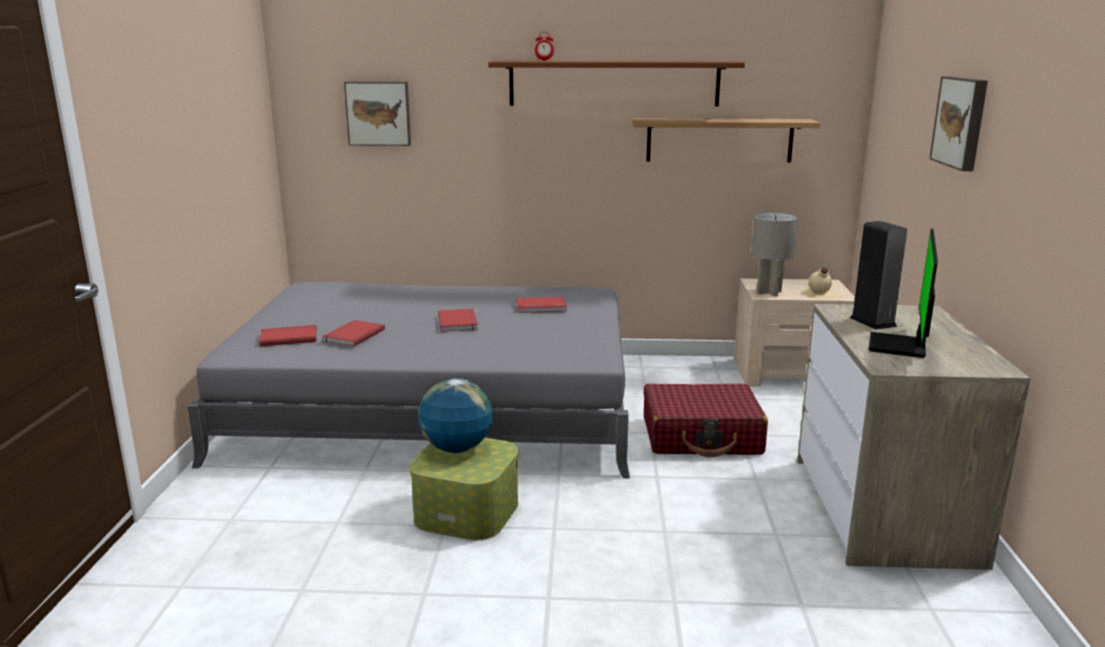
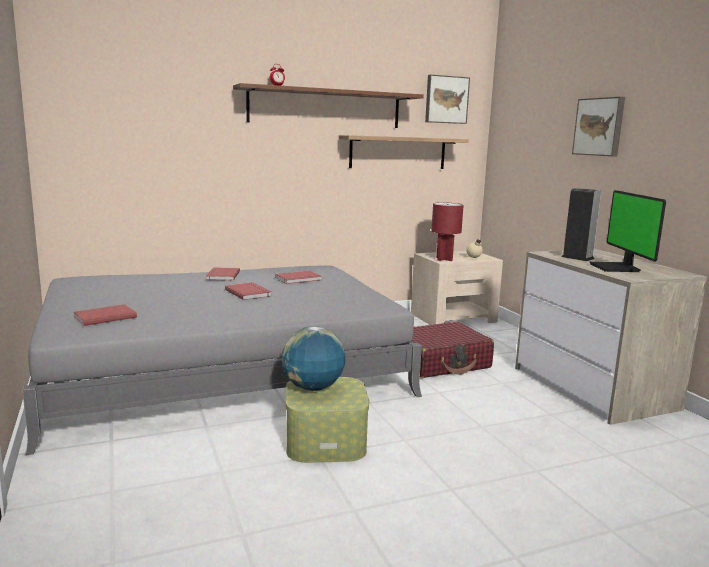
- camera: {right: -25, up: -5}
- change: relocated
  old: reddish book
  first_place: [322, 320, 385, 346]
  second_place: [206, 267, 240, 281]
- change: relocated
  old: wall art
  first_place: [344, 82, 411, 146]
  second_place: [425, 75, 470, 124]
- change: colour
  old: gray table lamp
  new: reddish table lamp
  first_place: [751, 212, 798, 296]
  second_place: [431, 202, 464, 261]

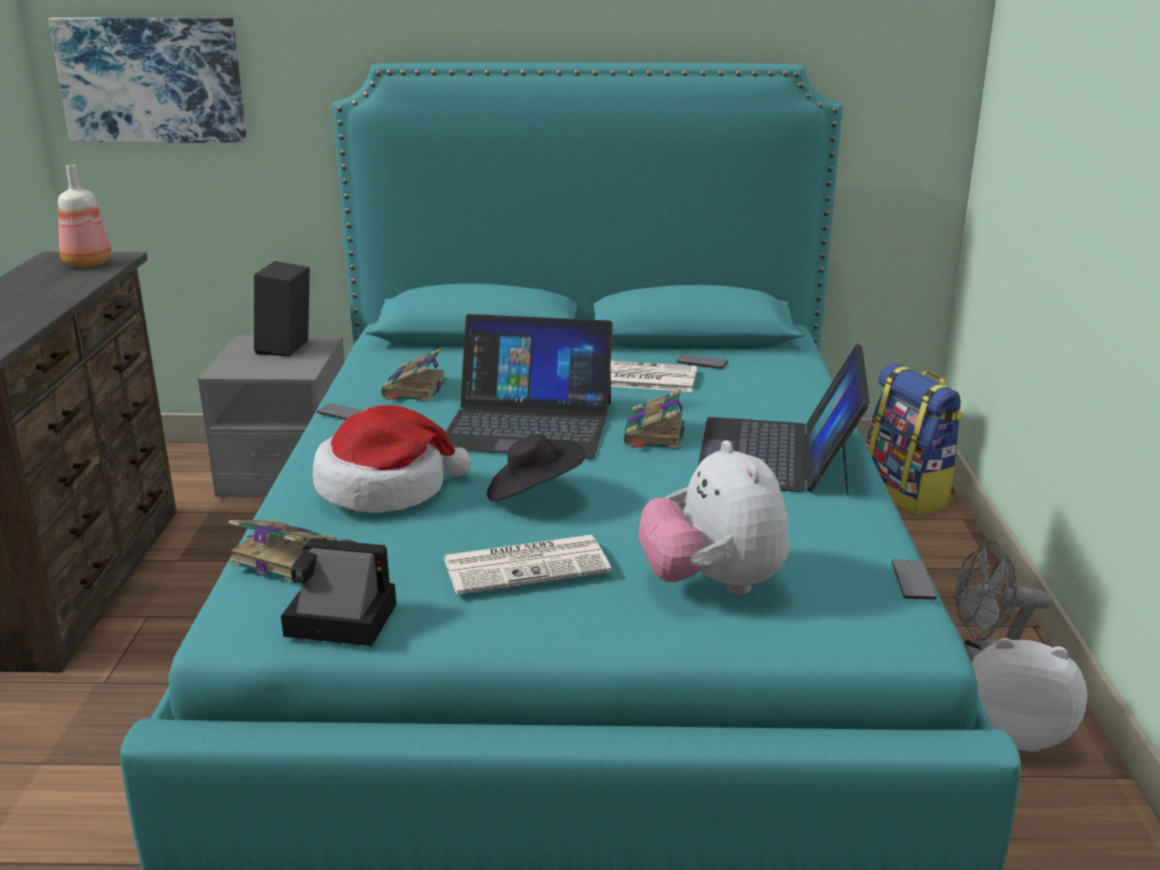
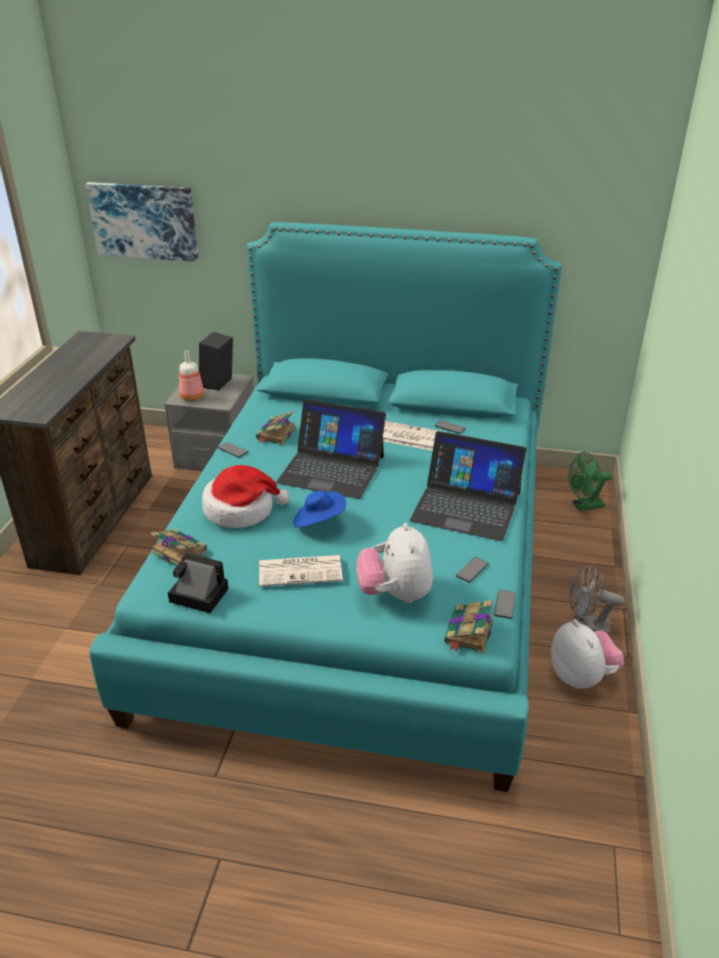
- camera: {right: 10, up: 10}
- change: relocated
  old: beverage bottle
  first_place: [58, 165, 112, 267]
  second_place: [179, 351, 204, 401]
- change: colour
  old: black-coloured wearable hat
  new: bluish wearable hat
  first_place: [487, 434, 585, 501]
  second_place: [293, 491, 346, 527]
- change: relocated
  old: book
  first_place: [624, 389, 685, 449]
  second_place: [444, 600, 494, 653]
- change: spun
  old: notebook computer
  first_place: [698, 344, 870, 495]
  second_place: [410, 431, 527, 541]
  degrees: -90
- change: exchanged
  old: rucksack
  new: green-coloured cooling fan
  first_place: [866, 363, 963, 515]
  second_place: [568, 452, 613, 512]
- change: spun
  old: soft toy
  first_place: [972, 638, 1087, 752]
  second_place: [551, 619, 624, 689]
  degrees: 45
- change: appeared
  new: phone
  second_place: [456, 557, 488, 583]

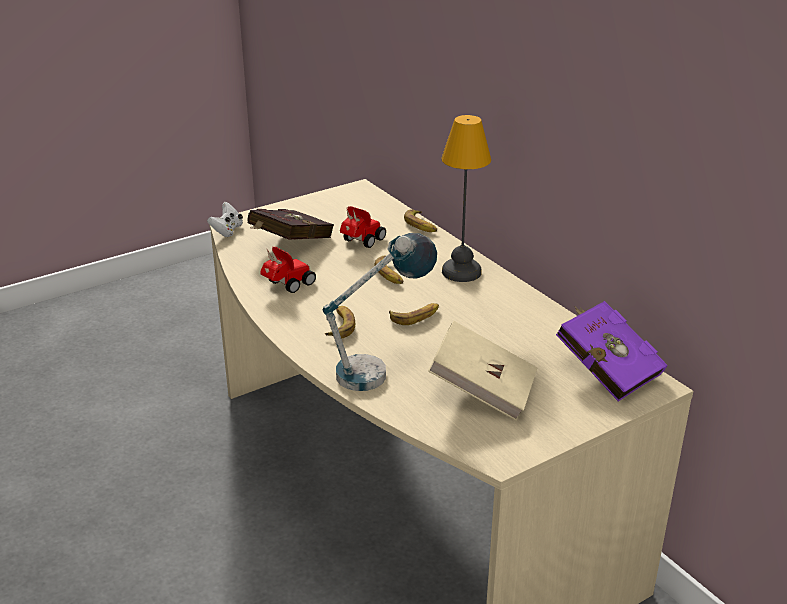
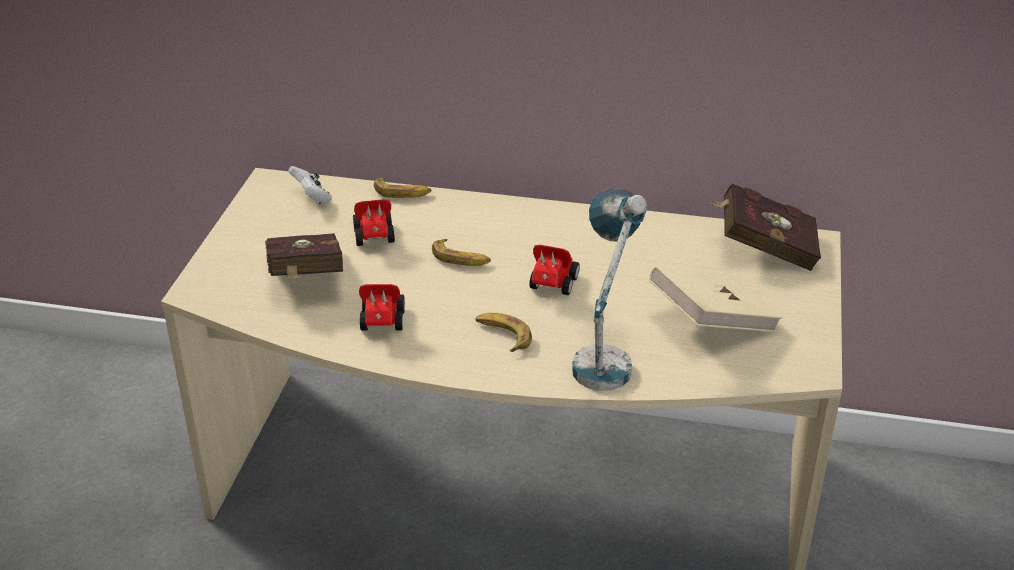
- camera: {right: -45, up: 5}
- change: relocated
  old: white-coloured joypad
  first_place: [207, 202, 243, 237]
  second_place: [288, 166, 332, 204]
- change: exchanged
  old: banana fruit
  new: miniature car
  first_place: [389, 303, 439, 325]
  second_place: [529, 245, 580, 295]
- change: missing
  old: table lamp
  first_place: [441, 115, 491, 282]
- change: colour
  old: purple book
  new: reddish book
  first_place: [556, 301, 667, 401]
  second_place: [708, 184, 821, 271]

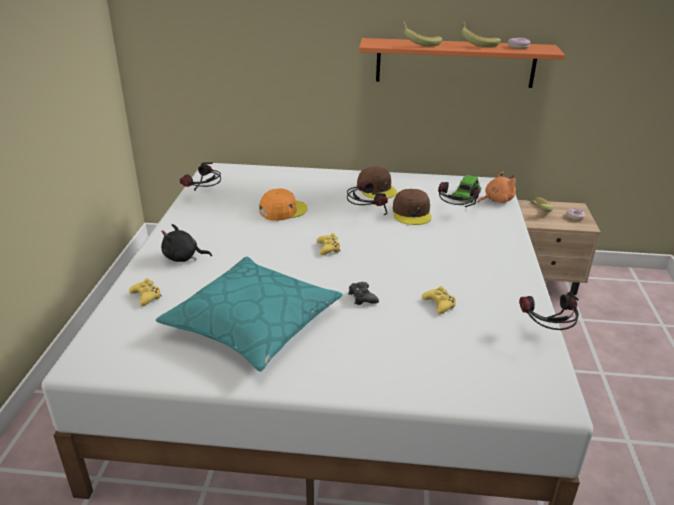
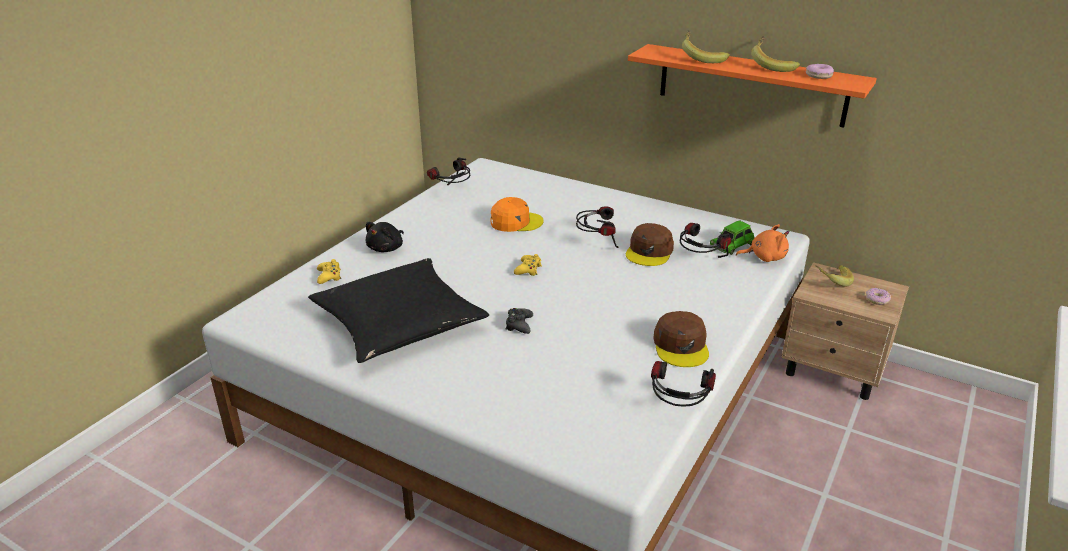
- camera: {right: 25, up: 0}
- change: colour
  old: turquoise-coloured throw pillow
  new: black-coloured throw pillow
  first_place: [156, 257, 343, 372]
  second_place: [308, 258, 489, 363]
- change: spun
  old: black-coloured soft toy
  first_place: [161, 224, 212, 262]
  second_place: [366, 222, 404, 252]
  degrees: -90
- change: relocated
  old: brown-coloured cap
  first_place: [357, 167, 397, 199]
  second_place: [653, 311, 709, 367]
- change: missing
  old: yellow-coloured joypad
  first_place: [422, 286, 456, 314]

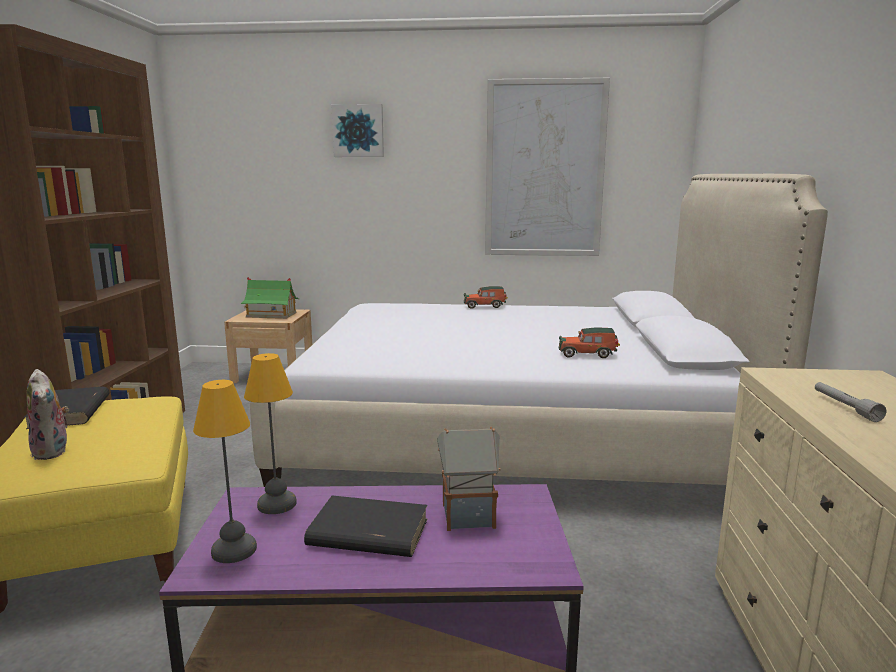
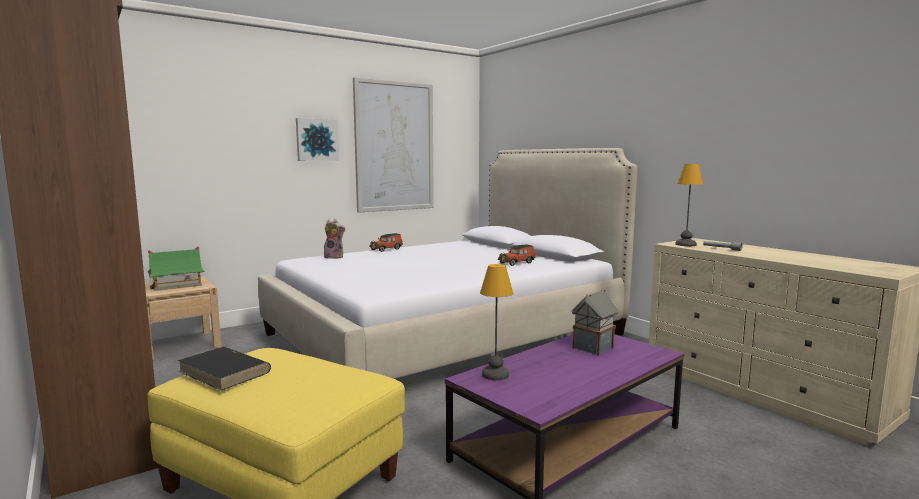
- camera: {right: -40, up: -5}
- change: relocated
  old: soft toy
  first_place: [26, 369, 69, 460]
  second_place: [324, 218, 345, 259]
- change: relocated
  old: table lamp
  first_place: [193, 380, 257, 563]
  second_place: [675, 164, 703, 246]
- change: missing
  old: black-coloured book
  first_place: [304, 495, 427, 557]
- change: relocated
  old: wall art
  first_place: [331, 104, 384, 157]
  second_place: [296, 118, 339, 161]

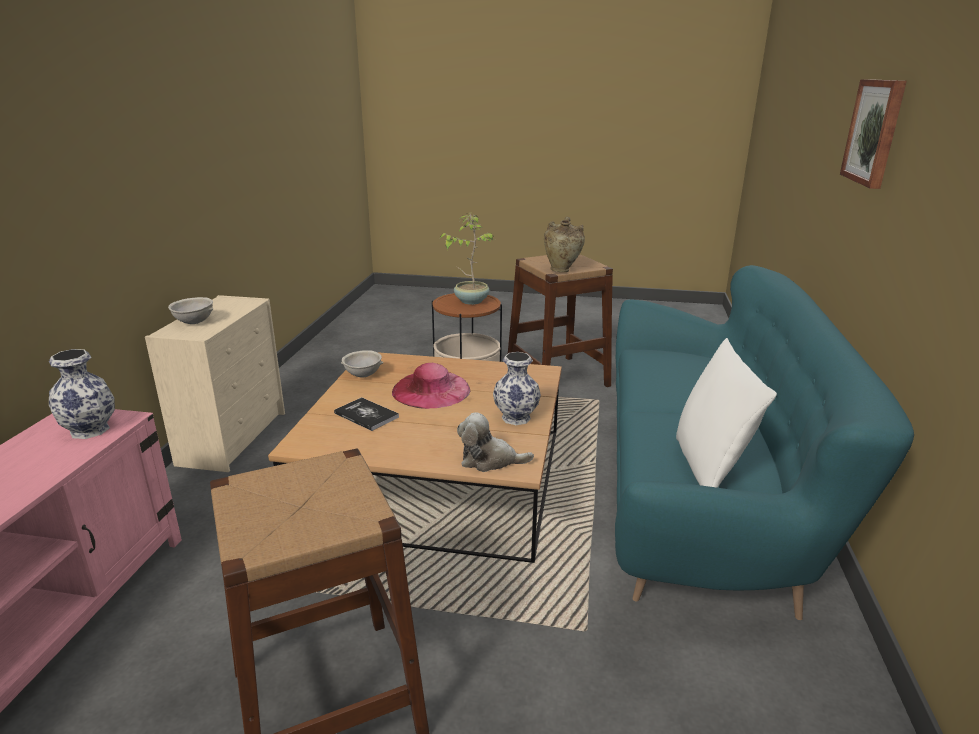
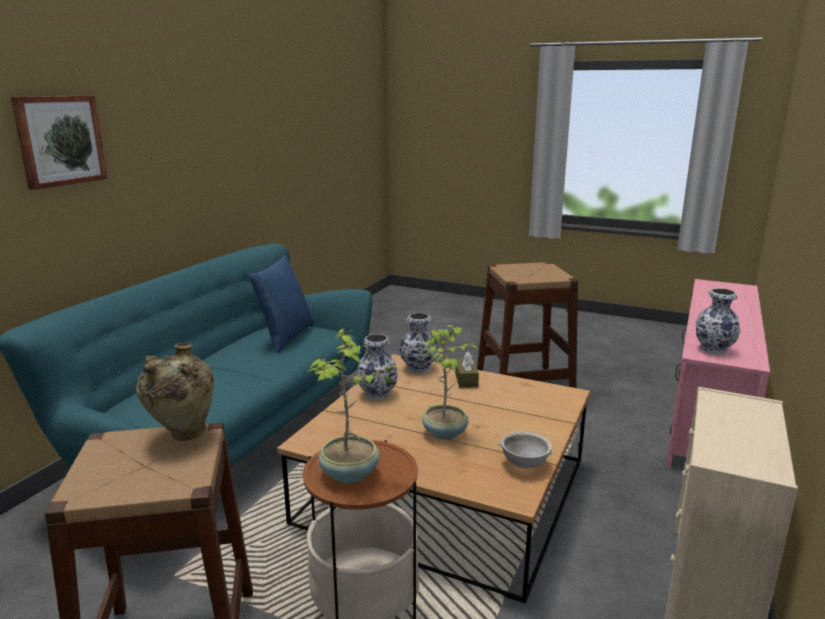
- camera: {right: -165, up: -5}
- change: missing
  old: gray deep dish
  first_place: [168, 297, 213, 324]
- change: missing
  old: book
  first_place: [334, 397, 399, 431]
- change: exchanged
  old: pink wearable hat
  new: plant in a pot
  first_place: [392, 363, 470, 409]
  second_place: [422, 325, 480, 440]
- change: exchanged
  old: soft toy
  new: flower vase
  first_place: [457, 412, 534, 472]
  second_place: [399, 313, 439, 374]
- change: colour
  old: white-coloured throw pillow
  new: bluish throw pillow
  first_place: [676, 338, 777, 488]
  second_place: [248, 255, 314, 353]
- change: appeared
  new: brown-coloured box of tissues
  second_place: [455, 352, 479, 388]

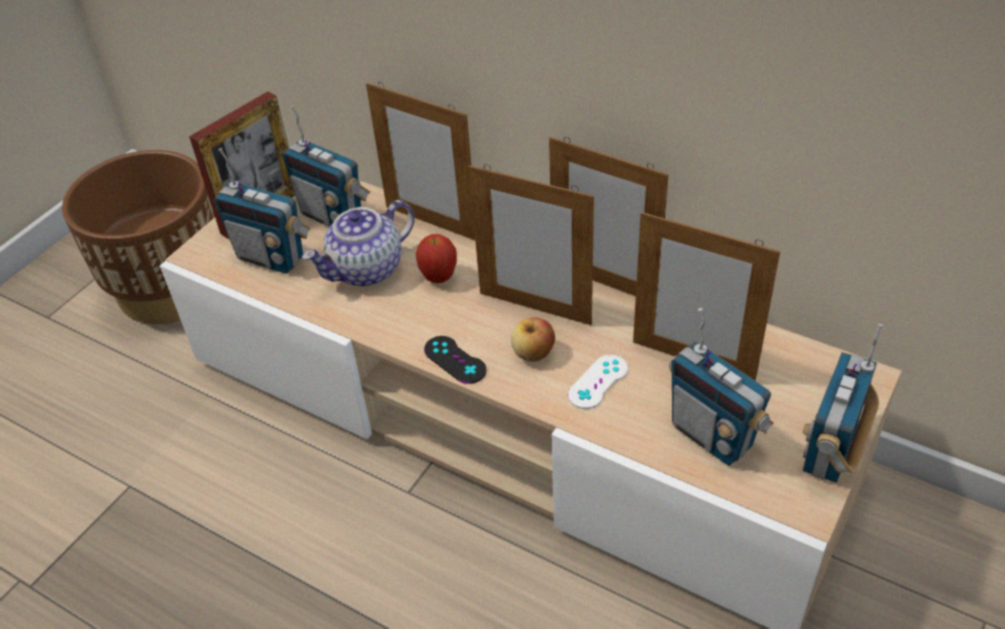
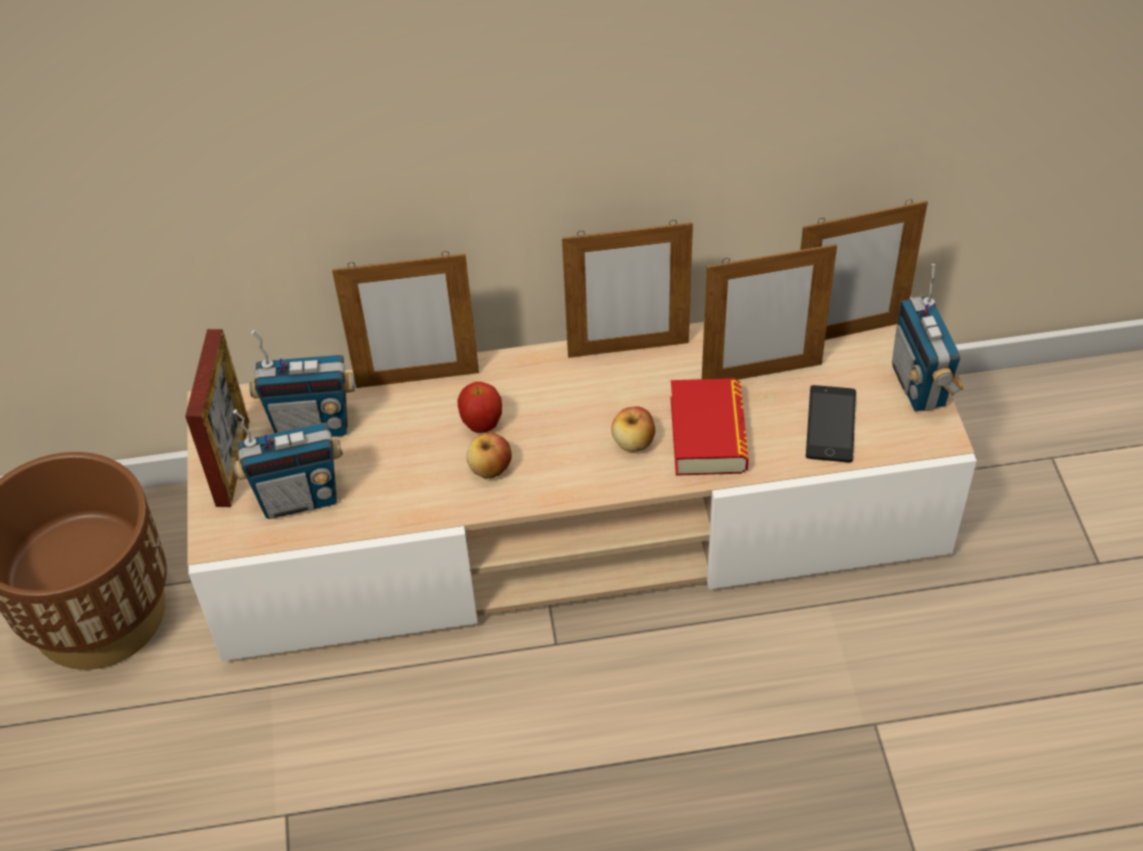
- camera: {right: -40, up: 5}
- change: missing
  old: tea pot
  first_place: [302, 200, 415, 287]
- change: missing
  old: black-coloured joypad
  first_place: [424, 336, 486, 384]
- change: relocated
  old: picture frame
  first_place: [469, 164, 594, 325]
  second_place: [800, 199, 928, 340]
- change: exchanged
  old: white-coloured joypad
  new: book
  first_place: [568, 355, 628, 409]
  second_place: [670, 378, 749, 476]
- change: exchanged
  old: radio
  new: phone
  first_place: [669, 308, 774, 466]
  second_place: [806, 385, 856, 462]
- change: appeared
  new: apple fruit
  second_place: [466, 433, 512, 478]

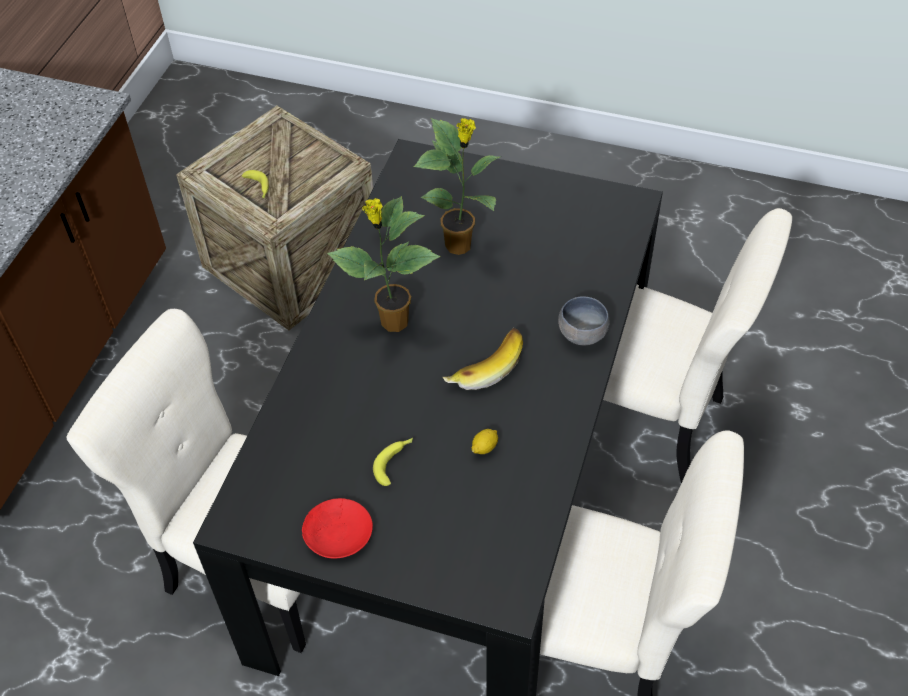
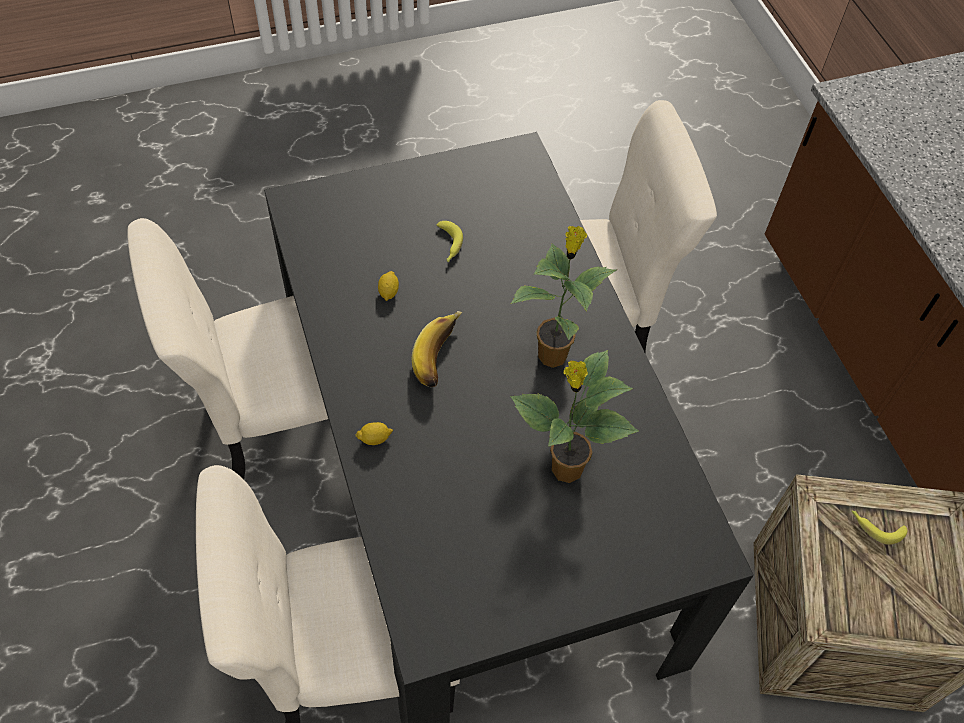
- camera: {right: 140, up: 5}
- change: missing
  old: reddish plate
  first_place: [302, 498, 373, 559]
- change: exchanged
  old: gray deep dish
  new: citrus fruit
  first_place: [558, 296, 610, 345]
  second_place: [355, 422, 393, 445]

